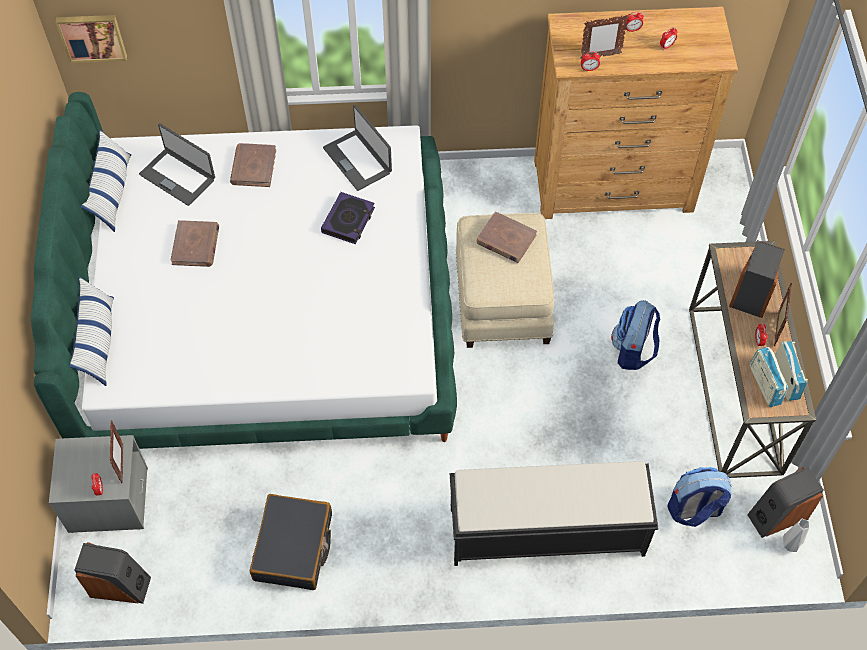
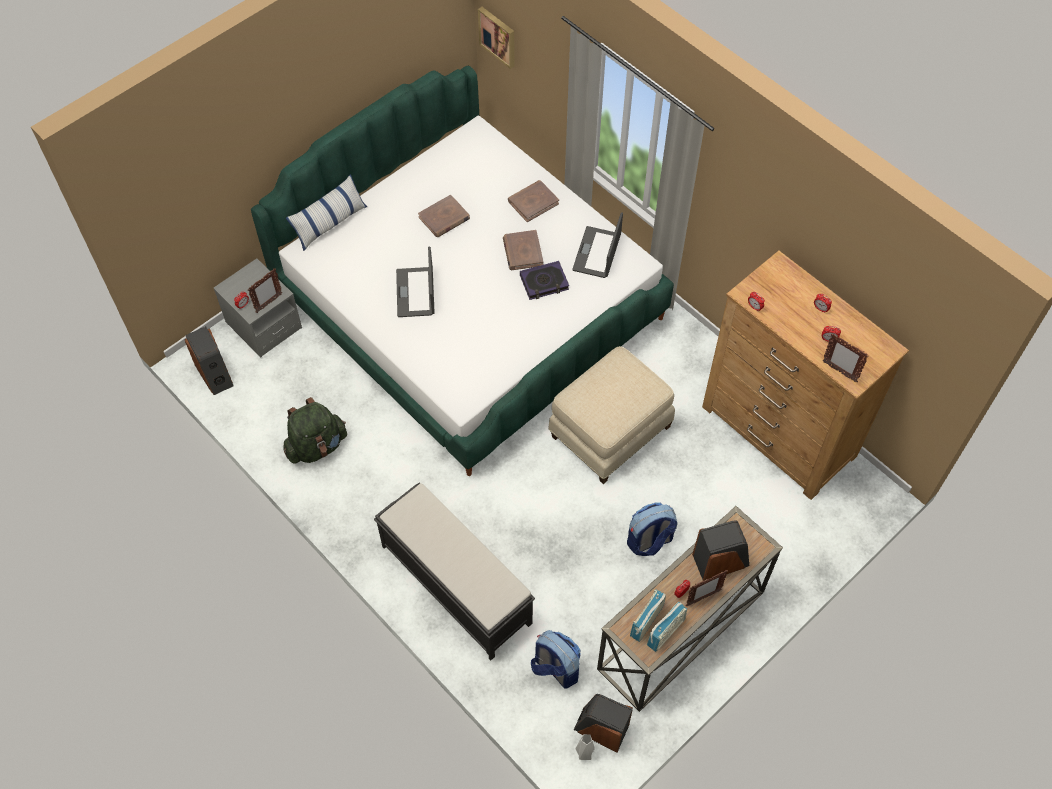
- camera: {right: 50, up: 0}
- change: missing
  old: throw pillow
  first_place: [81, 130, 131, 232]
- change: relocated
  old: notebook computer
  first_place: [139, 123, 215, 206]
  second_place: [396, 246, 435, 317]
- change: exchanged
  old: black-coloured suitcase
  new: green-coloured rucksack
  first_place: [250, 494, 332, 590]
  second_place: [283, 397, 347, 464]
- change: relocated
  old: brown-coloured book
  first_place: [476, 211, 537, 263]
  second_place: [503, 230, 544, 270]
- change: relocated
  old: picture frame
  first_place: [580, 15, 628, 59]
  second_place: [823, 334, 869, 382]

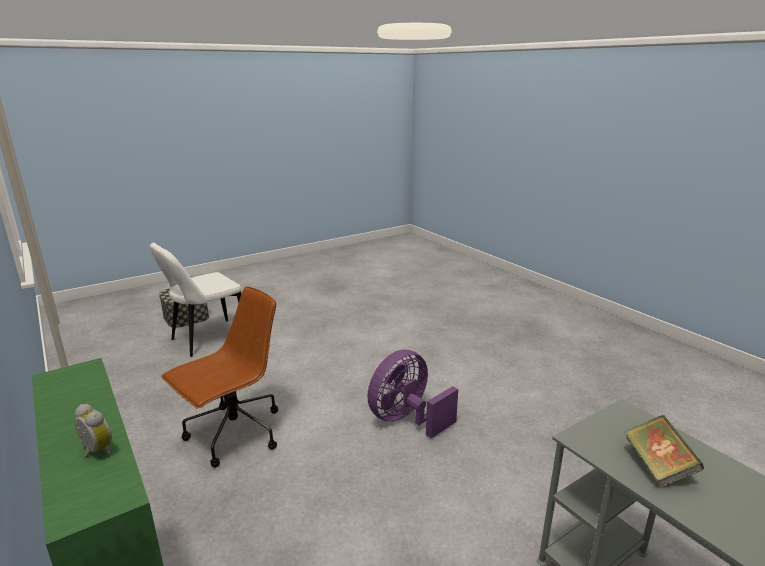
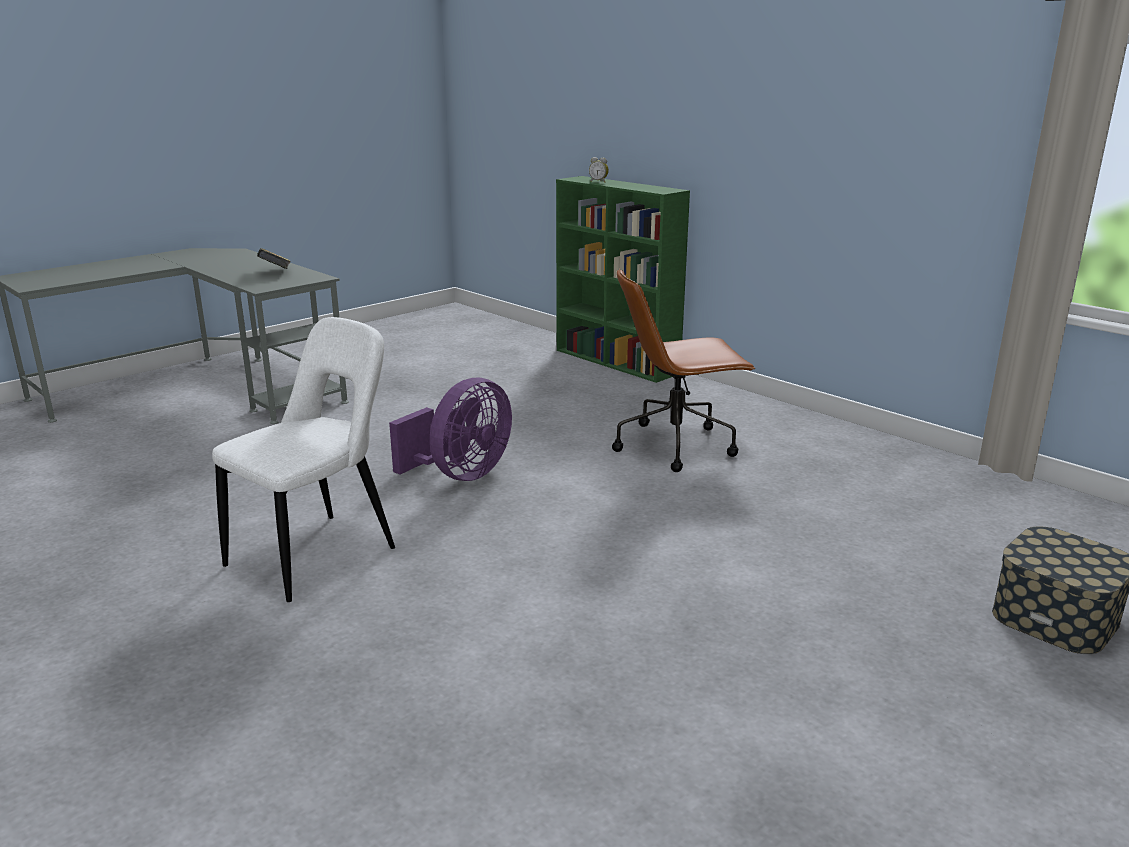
- camera: {right: 170, up: 0}
- change: relocated
  old: white-coloured chair
  first_place: [150, 243, 241, 357]
  second_place: [212, 317, 395, 602]
- change: spun
  old: brown-coloured computer chair
  first_place: [161, 287, 278, 468]
  second_place: [612, 268, 756, 472]
  degrees: 45

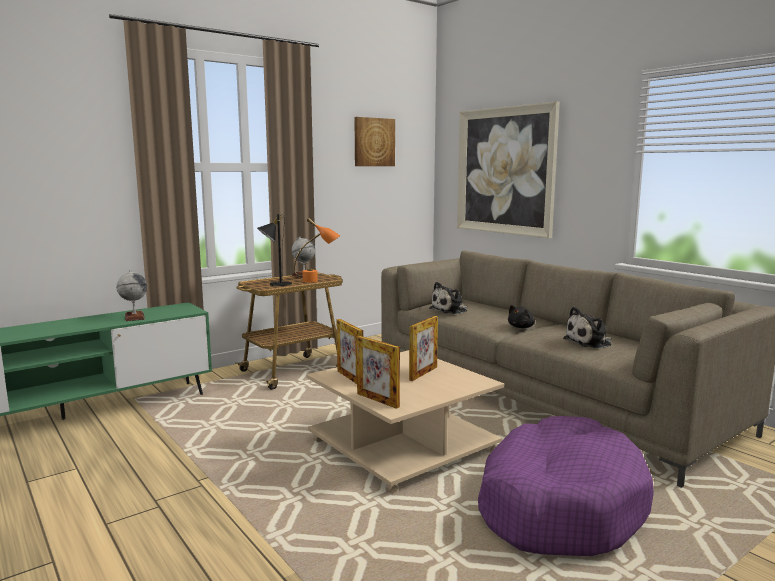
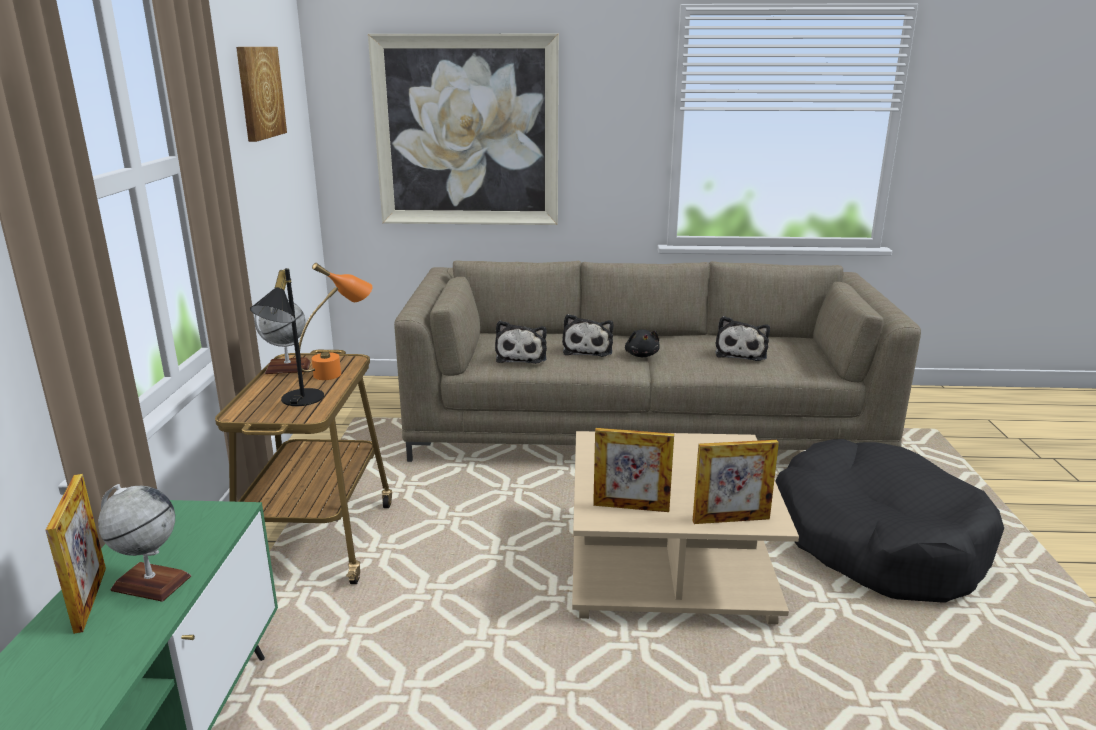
- camera: {right: -50, up: 10}
- change: relocated
  old: picture frame
  first_place: [409, 316, 438, 381]
  second_place: [45, 474, 106, 634]
- change: colour
  old: purple dog bed
  new: black-coloured dog bed
  first_place: [478, 416, 654, 556]
  second_place: [775, 439, 1004, 603]
- change: appeared
  new: soft toy
  second_place: [562, 314, 613, 357]

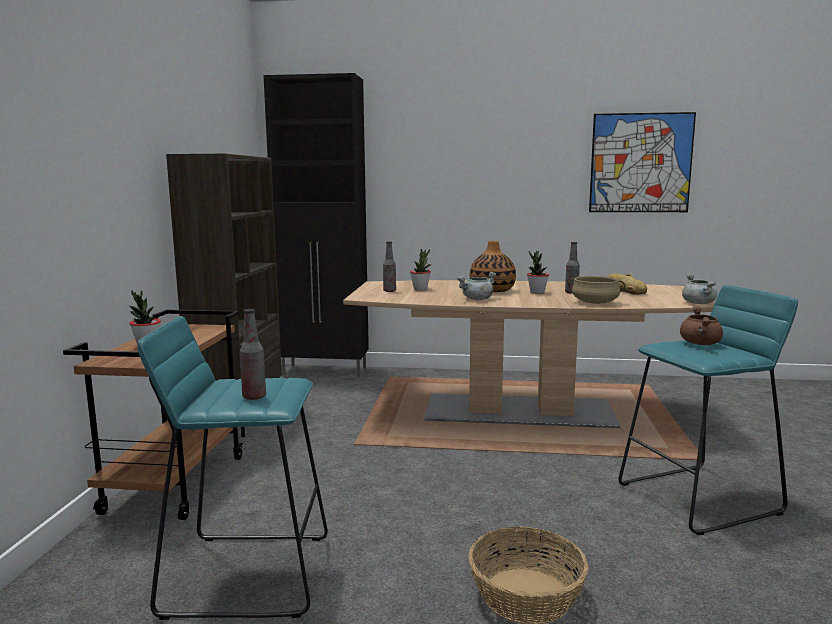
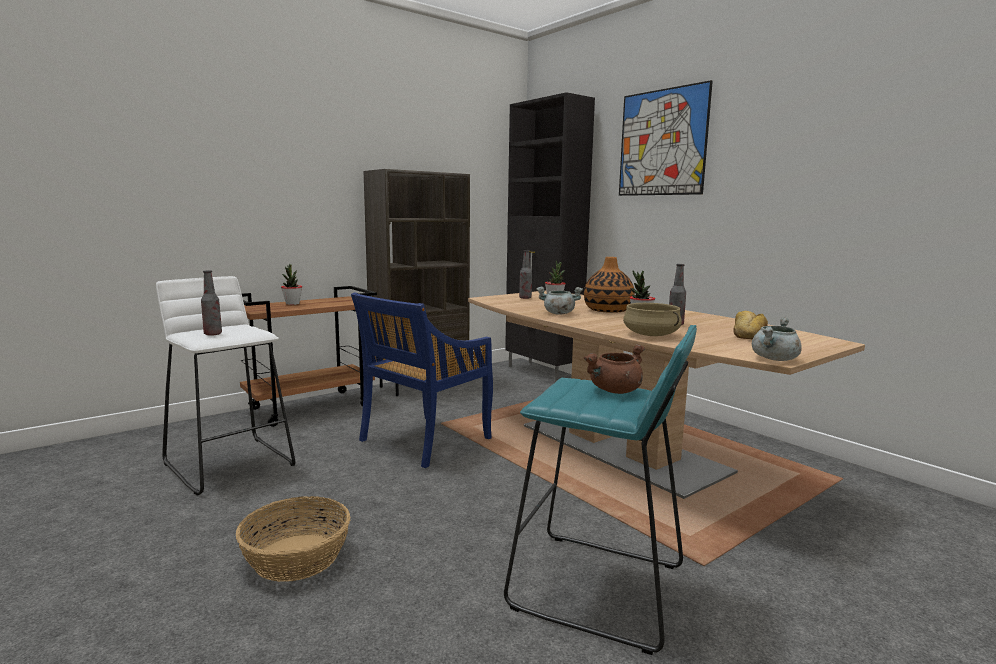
- camera: {right: 45, up: 0}
- change: colour
  old: turquoise-coloured stool seat
  new: white-coloured stool seat
  first_place: [137, 316, 328, 620]
  second_place: [156, 276, 295, 496]
- change: relocated
  old: wall art
  first_place: [589, 112, 696, 212]
  second_place: [619, 80, 713, 196]
- change: appeared
  new: bluish chair
  second_place: [351, 292, 493, 468]

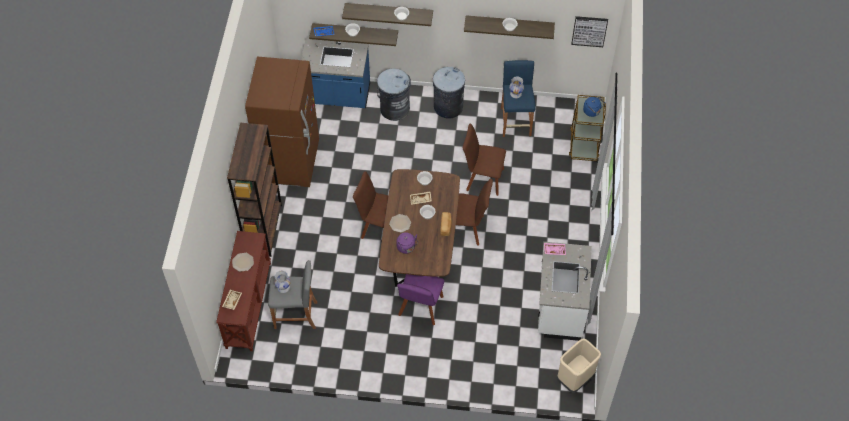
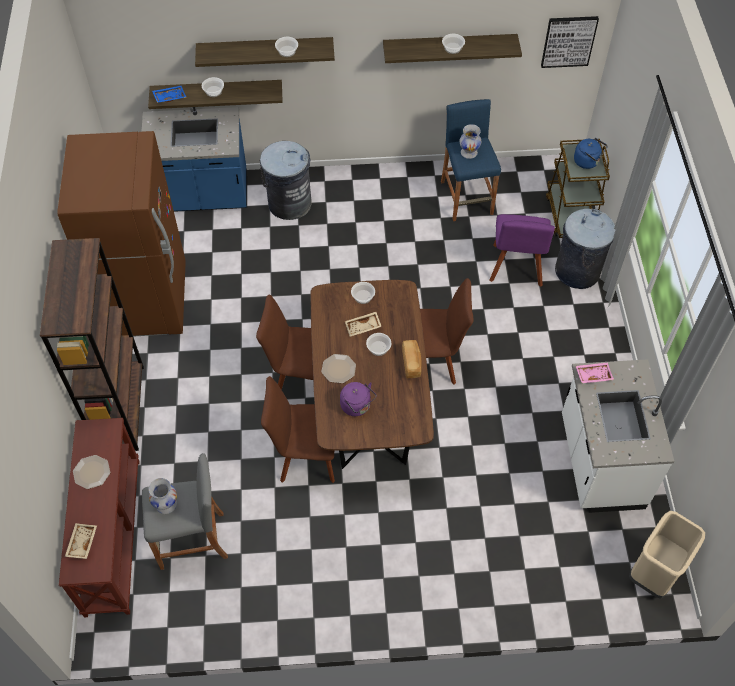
- camera: {right: -10, up: 0}
- change: relocated
  old: purple chair
  first_place: [397, 274, 444, 325]
  second_place: [490, 214, 555, 287]
- change: relocated
  old: gray waste bin
  first_place: [433, 67, 465, 119]
  second_place: [555, 209, 615, 289]
- change: relocated
  old: brown-coloured chair
  first_place: [463, 124, 506, 196]
  second_place: [261, 376, 335, 483]

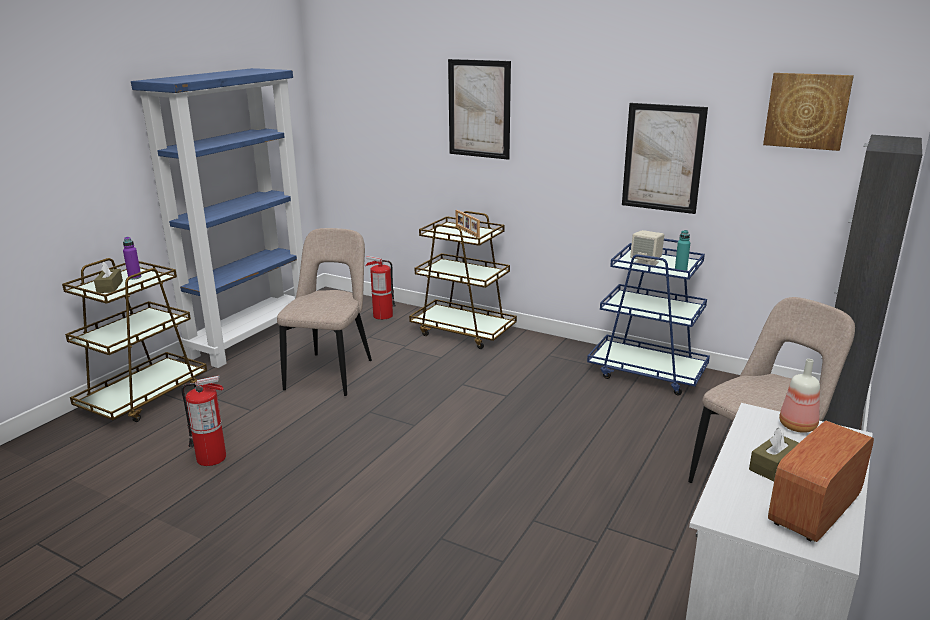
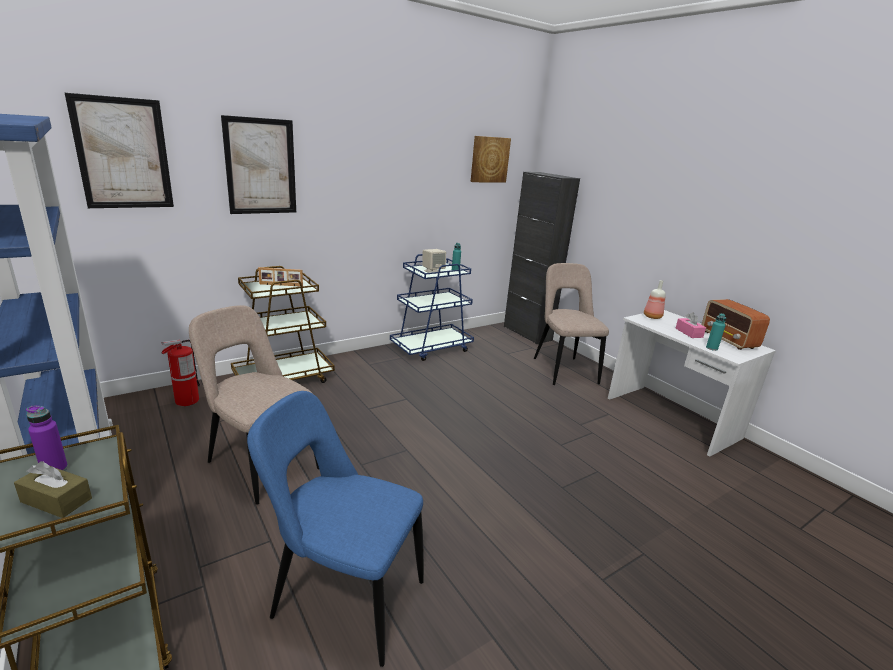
- camera: {right: -65, up: 0}
- change: exchanged
  old: fire-fighting cylinder
  new: bluish chair
  first_place: [181, 376, 226, 466]
  second_place: [247, 391, 424, 667]
- change: relocated
  old: wall art
  first_place: [622, 103, 708, 214]
  second_place: [65, 93, 174, 208]
- change: colour
  old: brown-coloured box of tissues
  new: pink box of tissues
  first_place: [749, 428, 799, 481]
  second_place: [675, 313, 706, 338]
- change: appeared
  new: turquoise-coloured beverage bottle
  second_place: [706, 313, 726, 351]

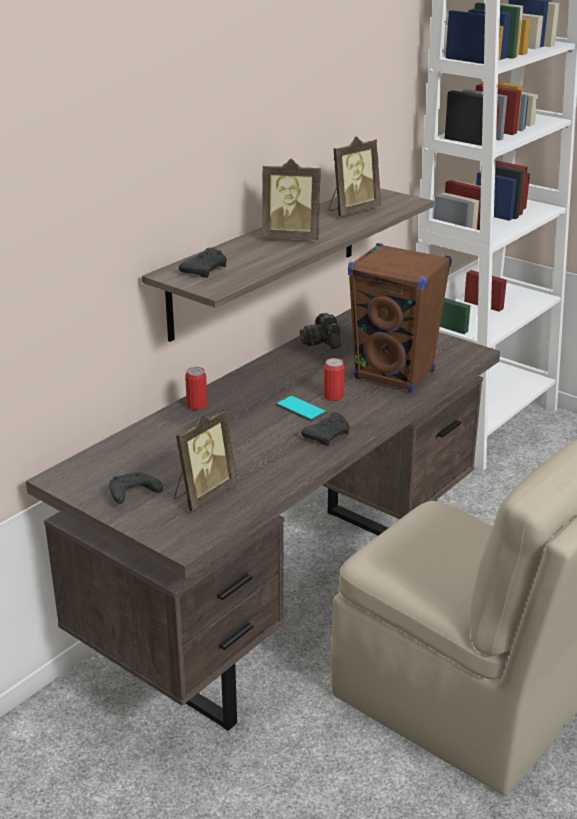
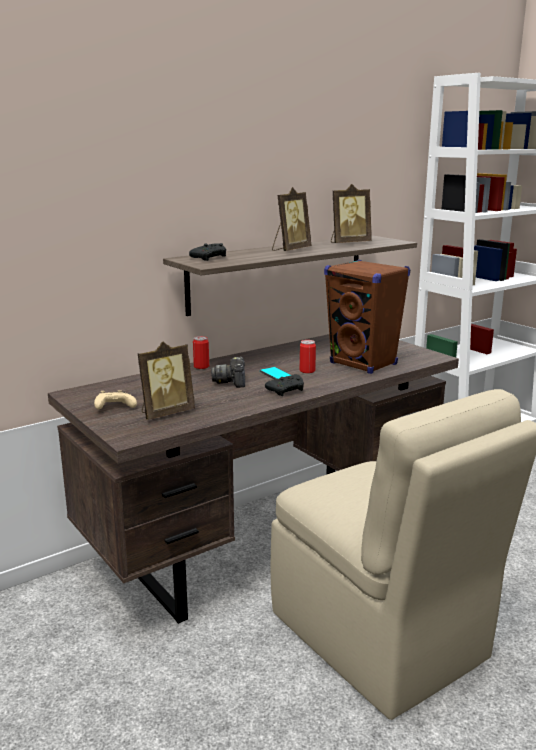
- camera: {right: 15, up: -10}
- change: colour
  old: black-coloured joypad
  new: beige-coloured joypad
  first_place: [109, 472, 163, 504]
  second_place: [94, 390, 137, 409]
- change: spun
  old: picture frame
  first_place: [262, 158, 321, 240]
  second_place: [272, 187, 311, 251]
  degrees: -75
- change: relocated
  old: photo camera
  first_place: [300, 313, 341, 349]
  second_place: [211, 357, 245, 388]

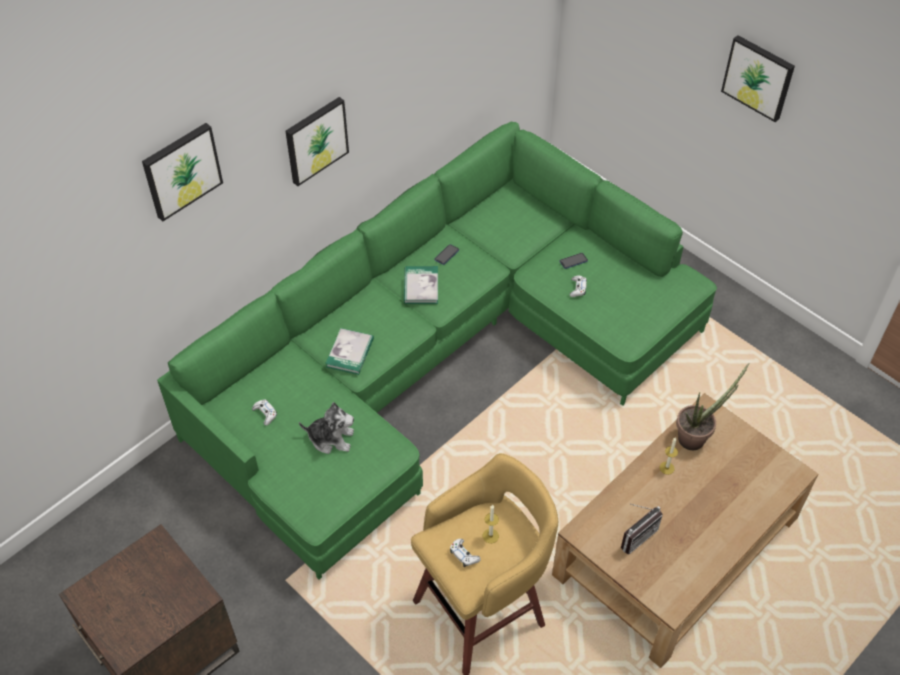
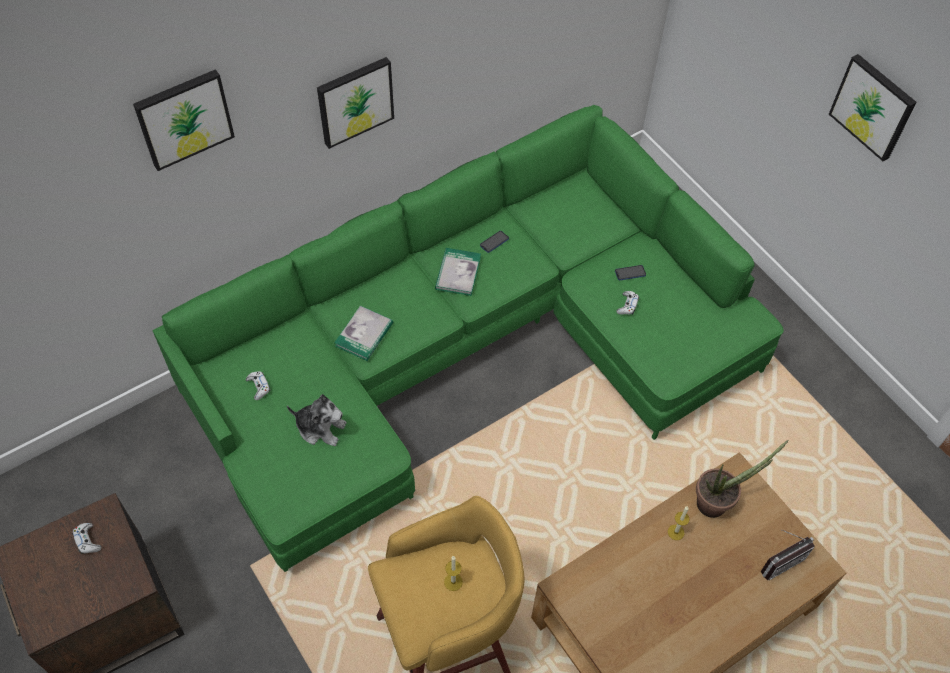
- camera: {right: 10, up: 5}
- change: relocated
  old: white-coloured joypad
  first_place: [450, 539, 481, 567]
  second_place: [72, 523, 102, 554]
- change: relocated
  old: radio
  first_place: [621, 504, 663, 554]
  second_place: [761, 529, 814, 580]

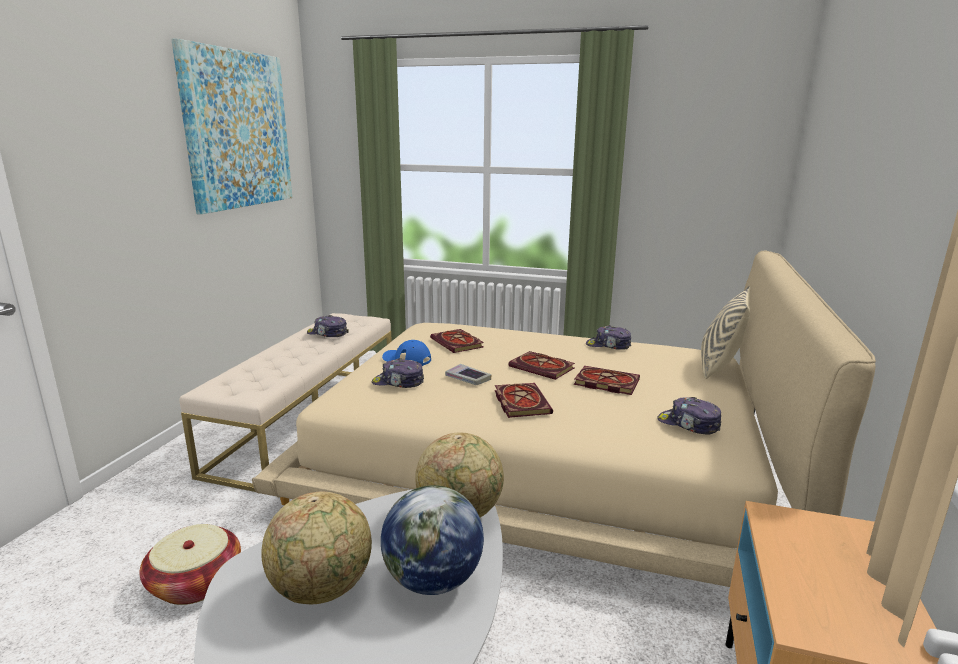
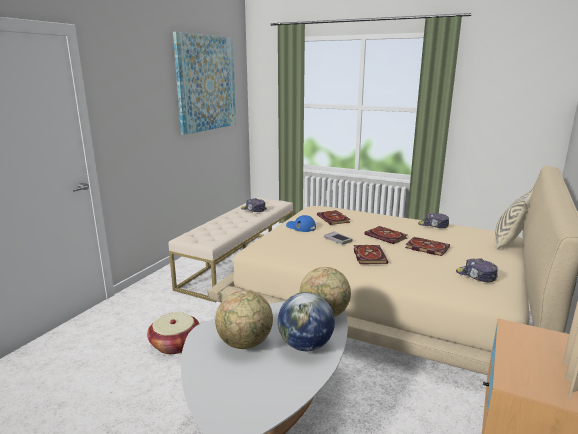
- camera: {right: 10, up: 0}
- change: missing
  old: cap
  first_place: [372, 358, 424, 388]

